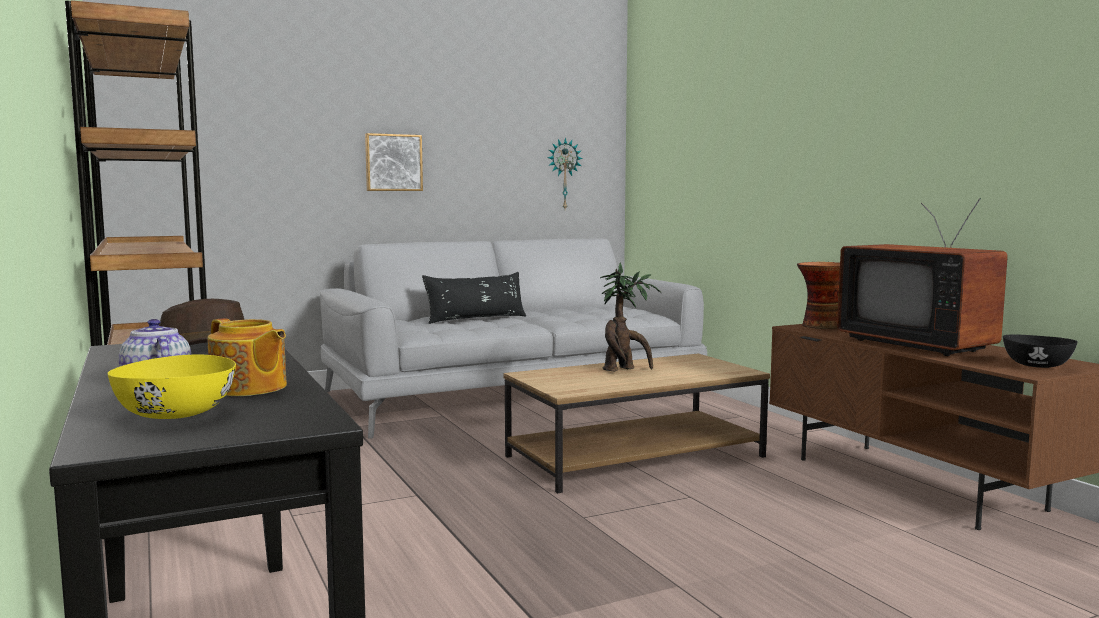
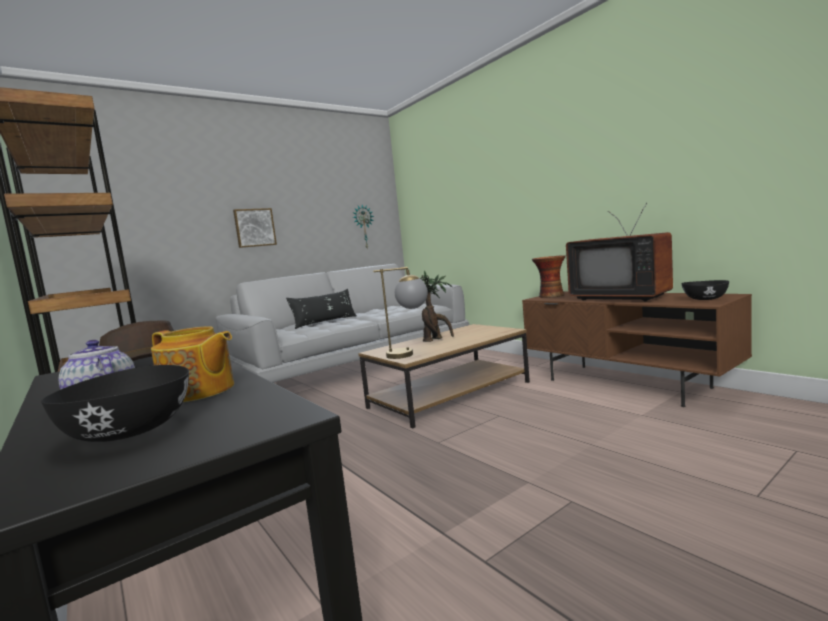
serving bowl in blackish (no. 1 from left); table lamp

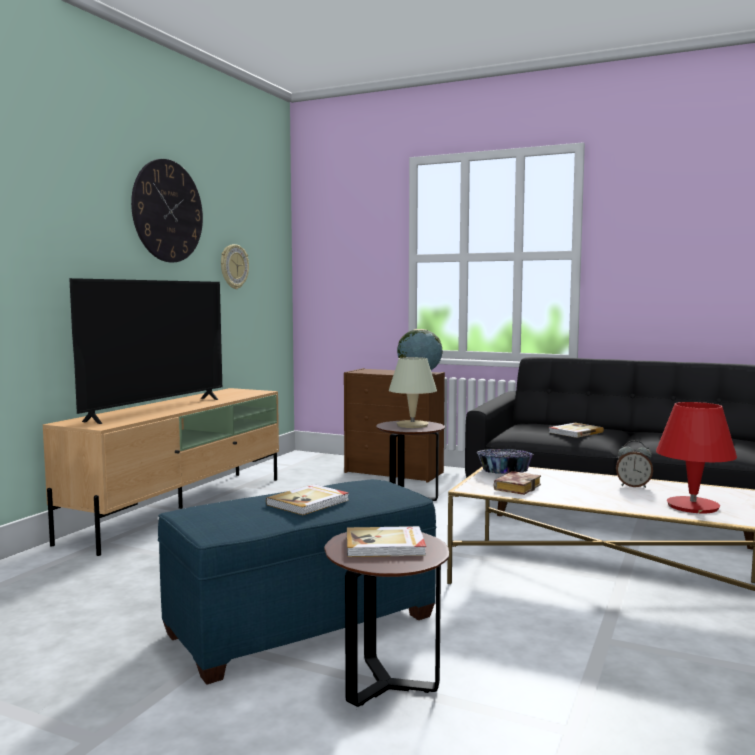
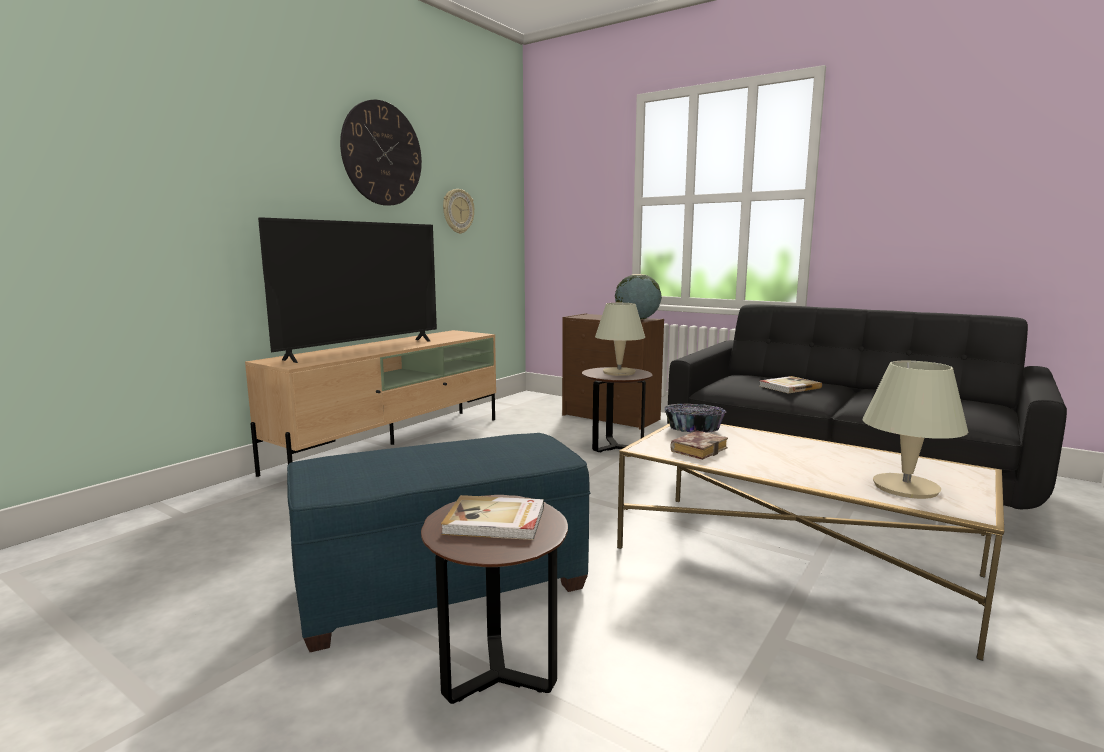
table lamp in beige-coloured (no. 2 from left); alarm clock; volume (no. 1 from left in the first image)

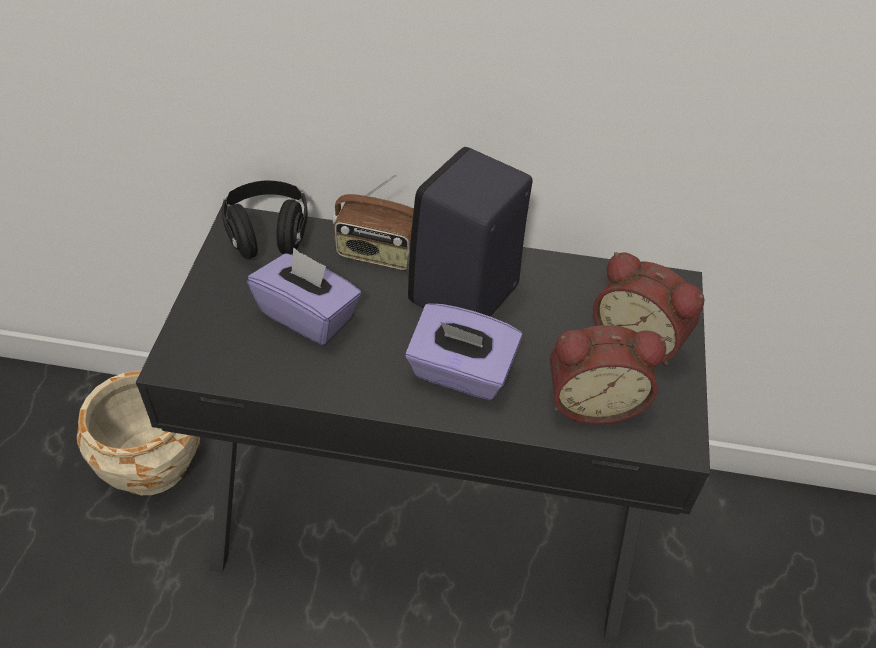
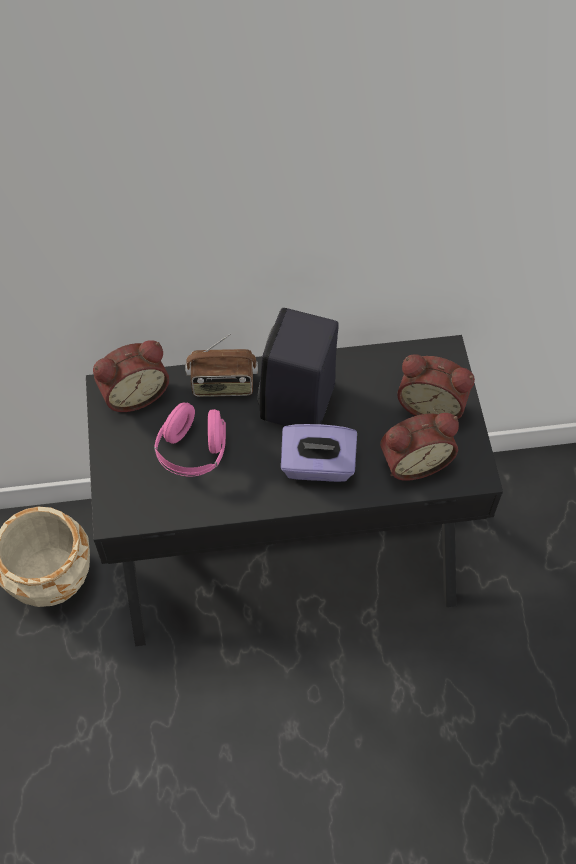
alarm clock (no. 1 from left); headphones in pink

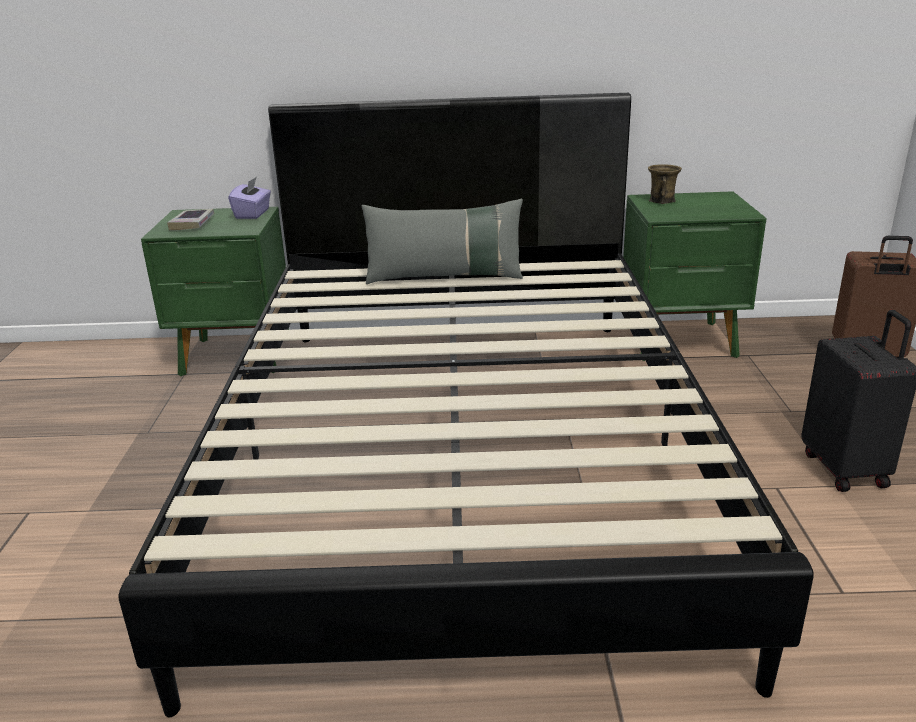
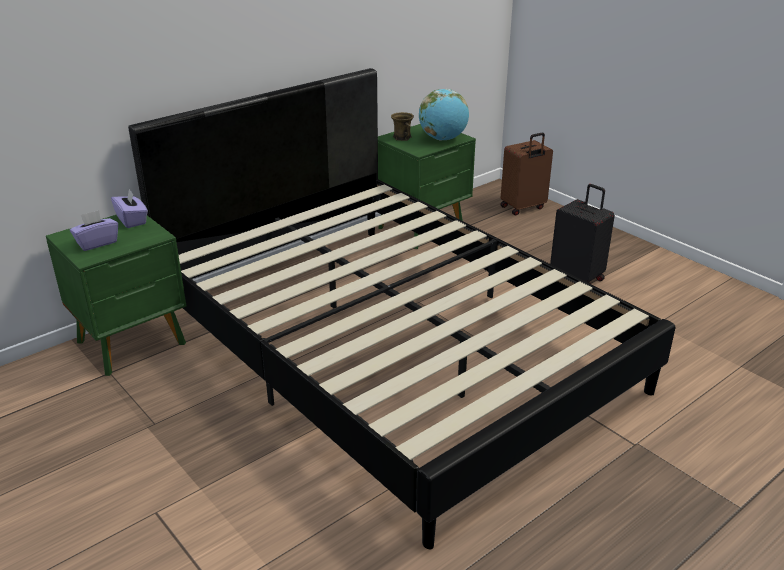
pillow in grey; box of tissues in purplish (no. 1 from left); world globe

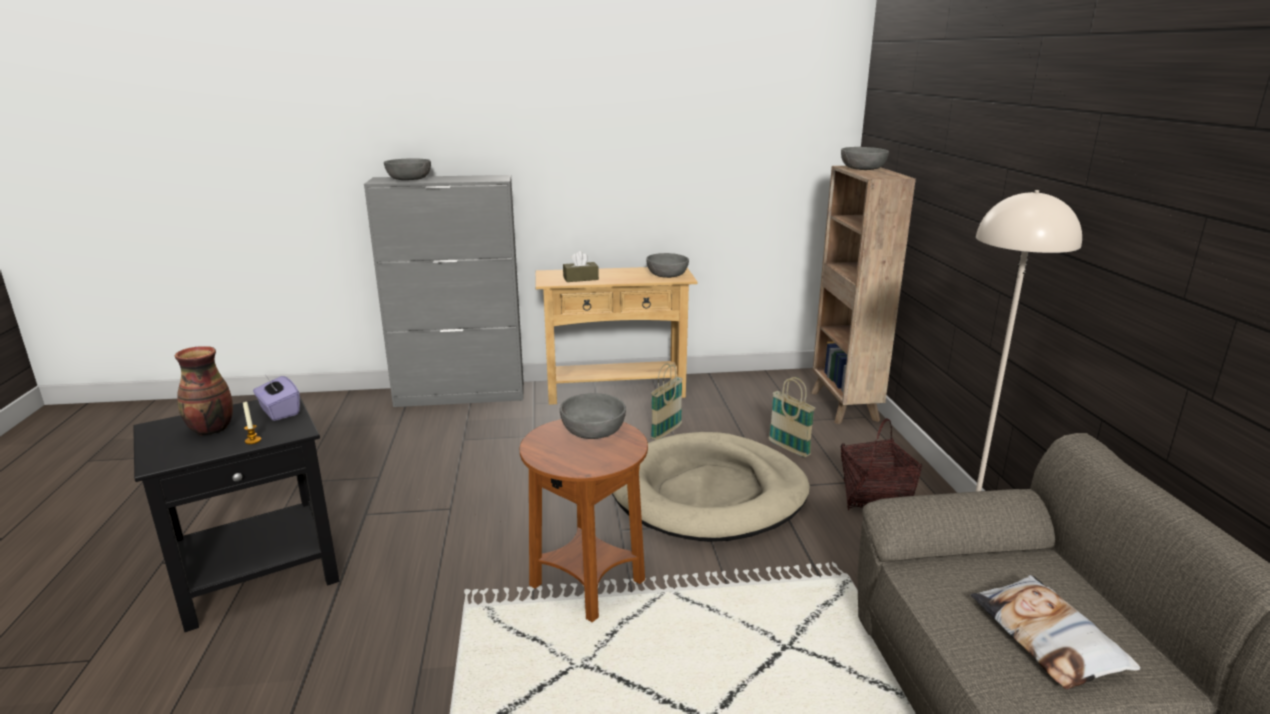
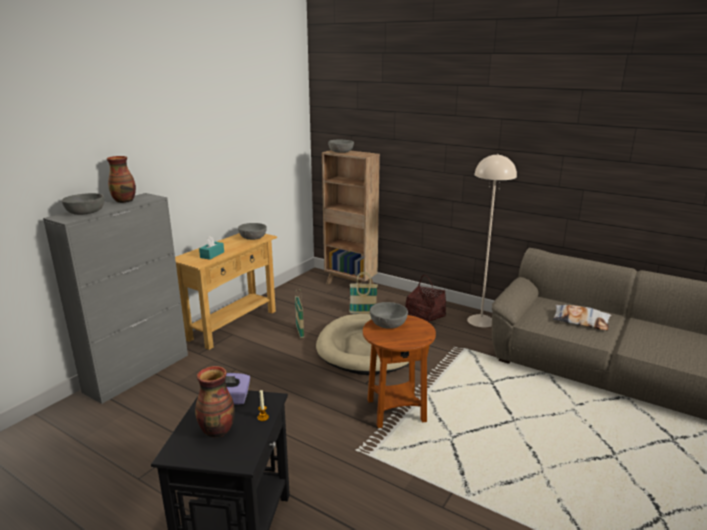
box of tissues in turquoise; decorative vase (no. 1 from left)

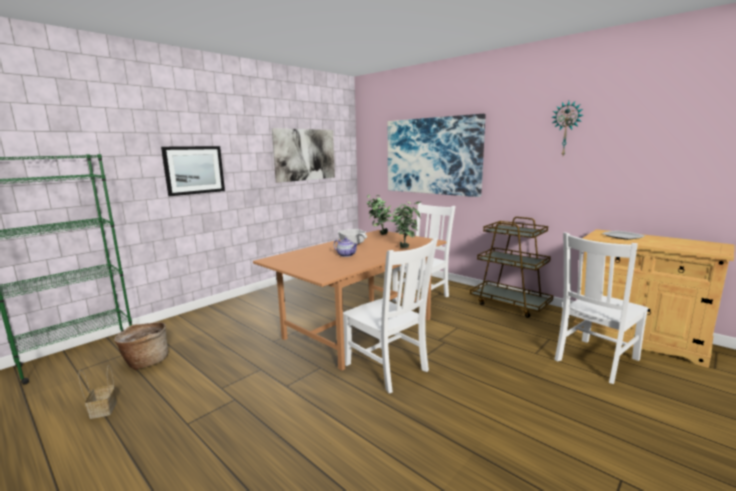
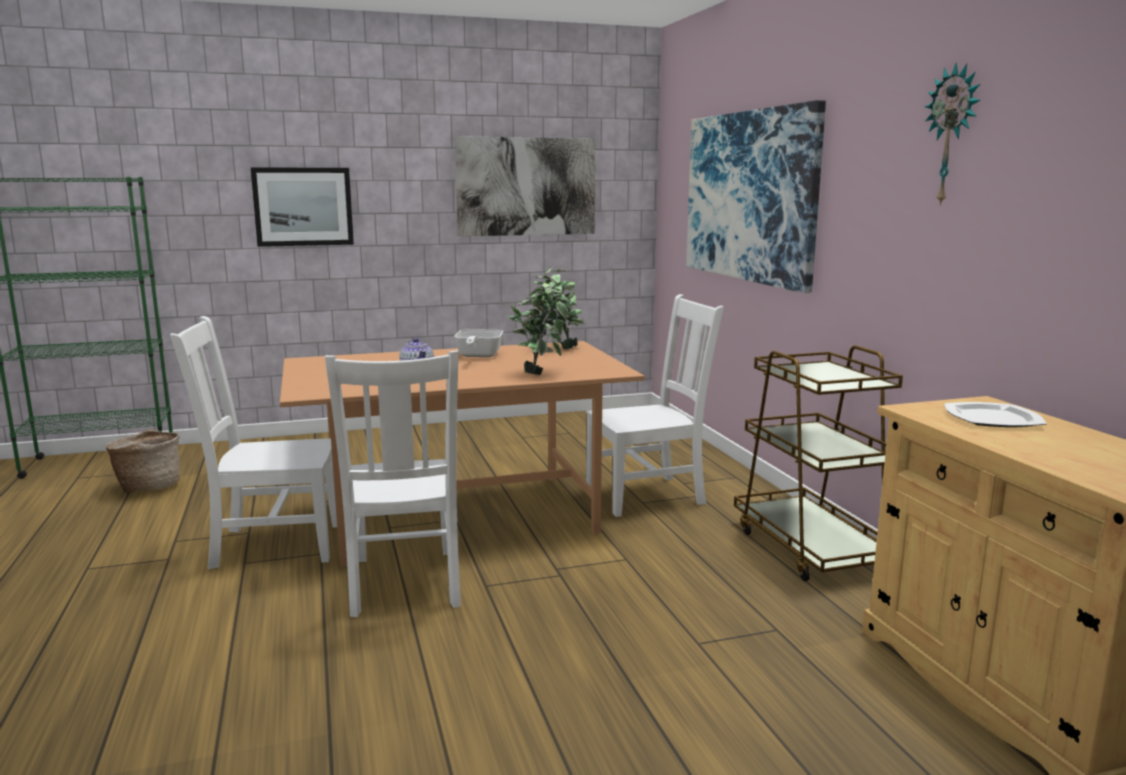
plain chair in whitish (no. 1 from left); household basket (no. 1 from left in the first image)

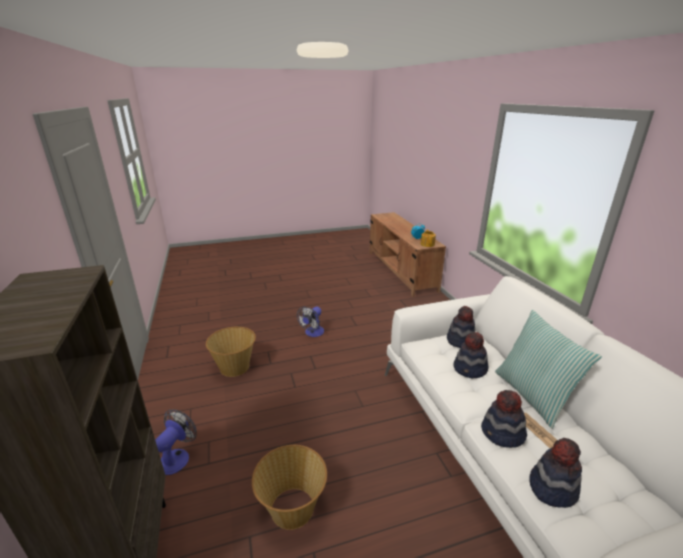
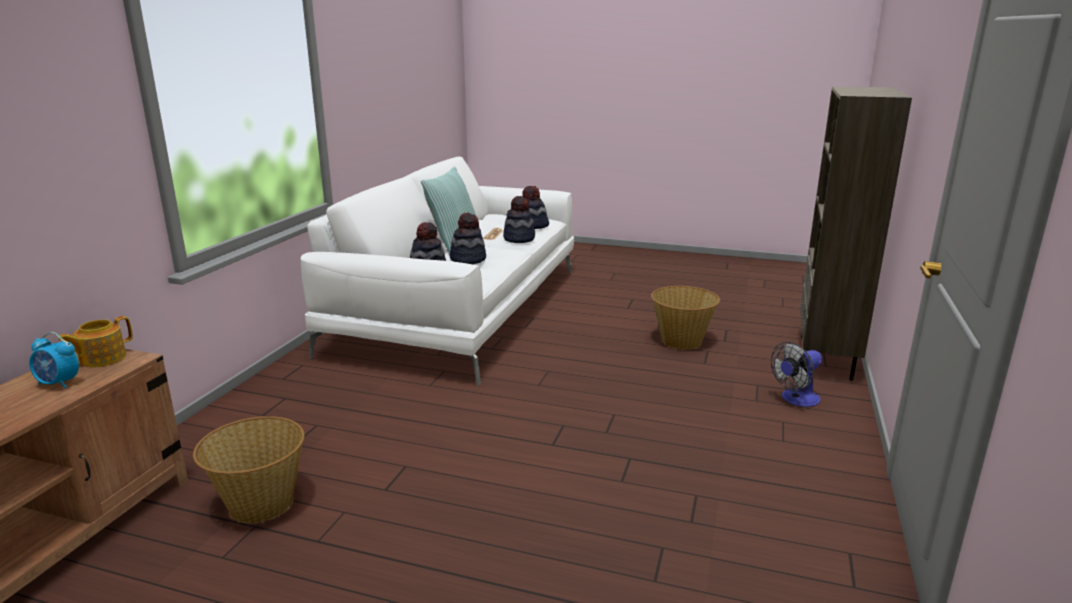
electric fan (no. 2 from left in the first image); household basket (no. 1 from left)

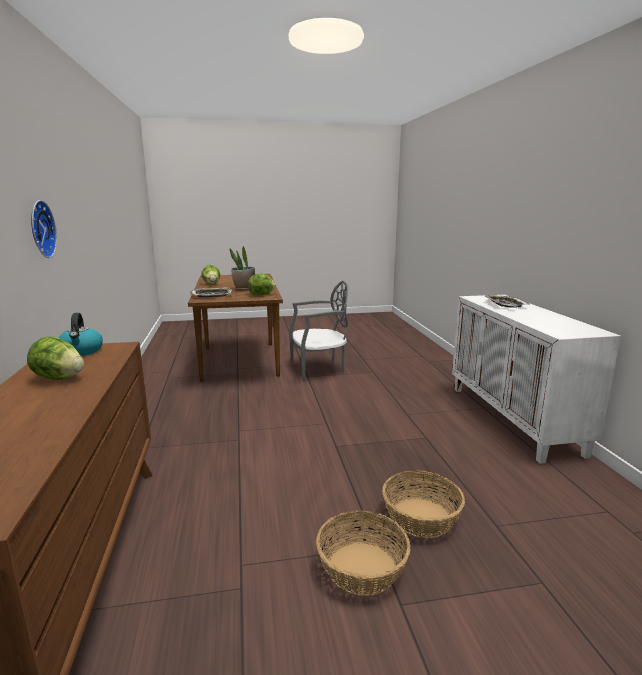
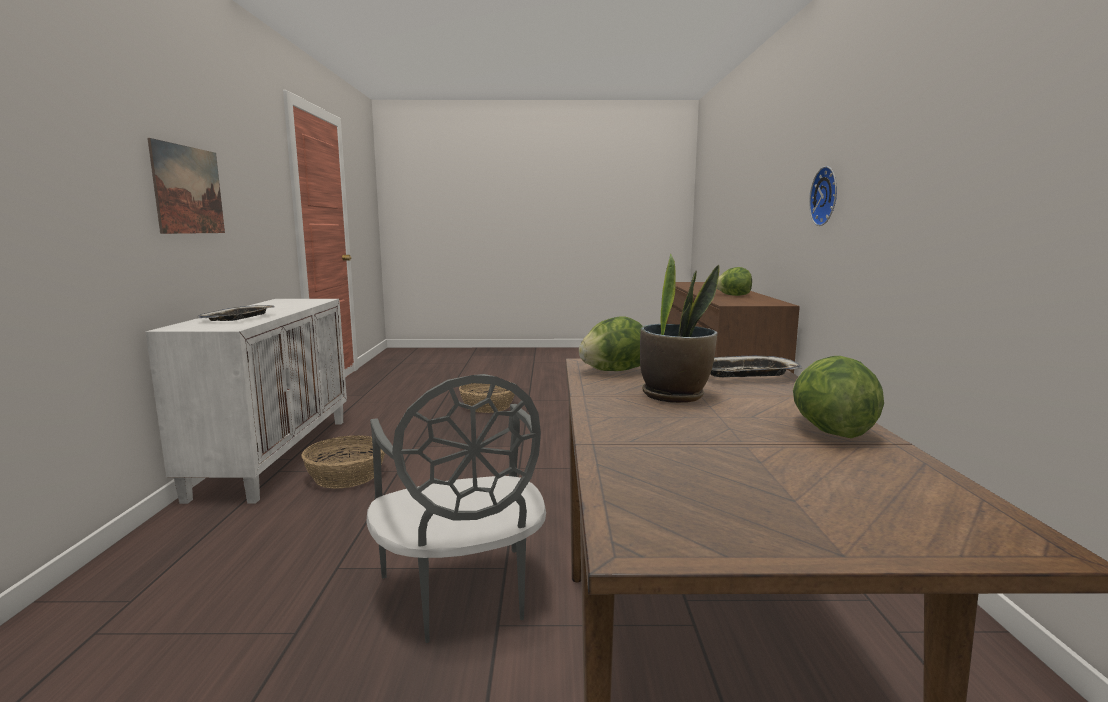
plain chair in grey; kettle; household basket (no. 1 from left); wall art

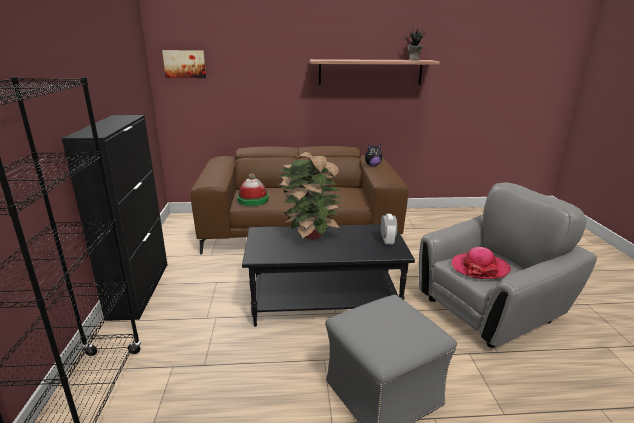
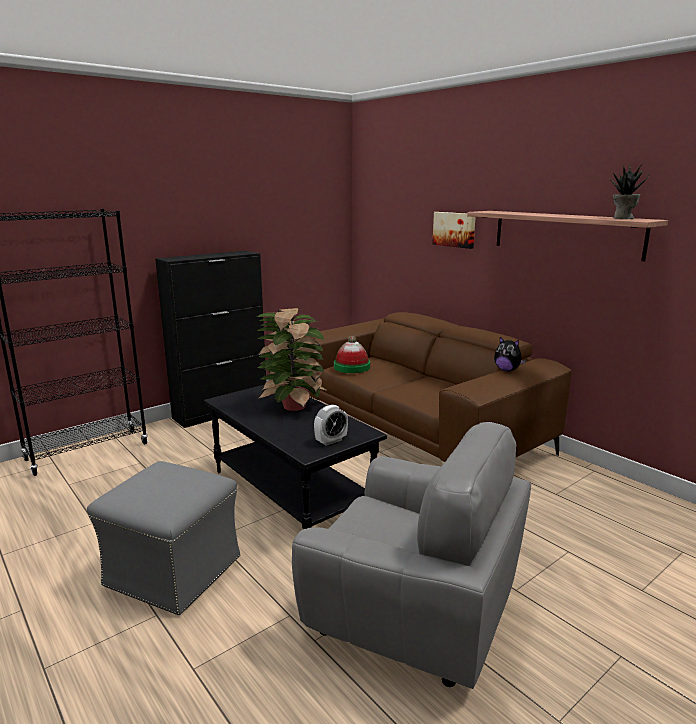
wall art; hat (no. 2 from left in the first image)

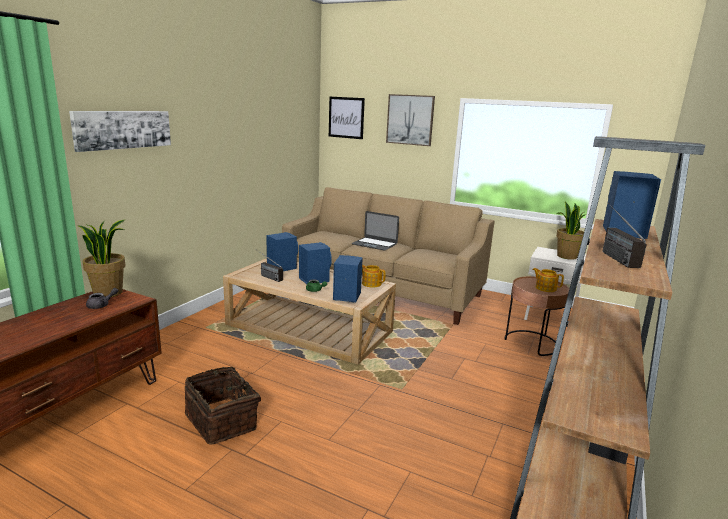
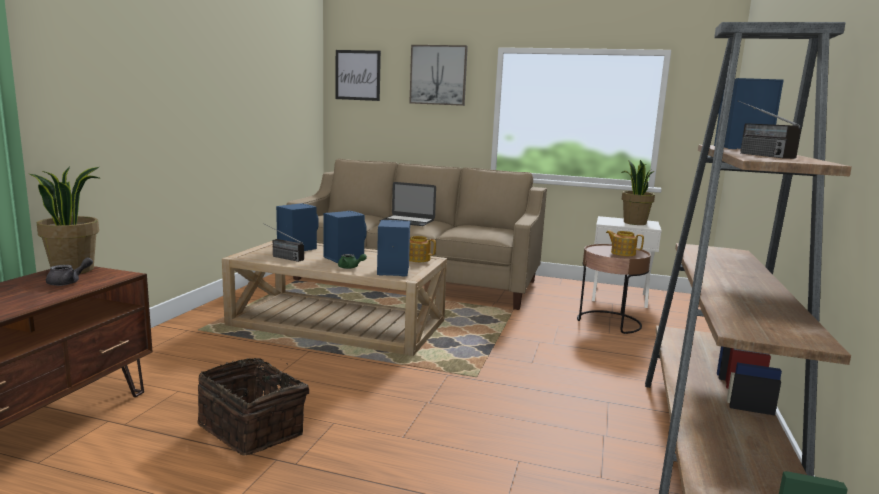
wall art (no. 1 from left in the first image)

